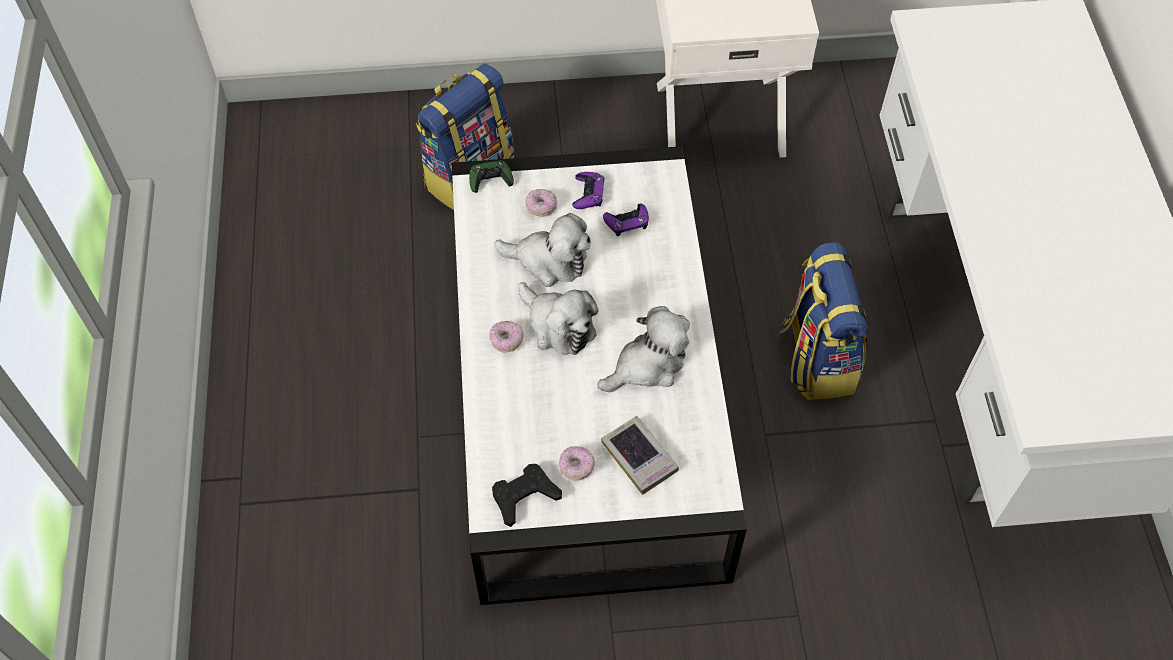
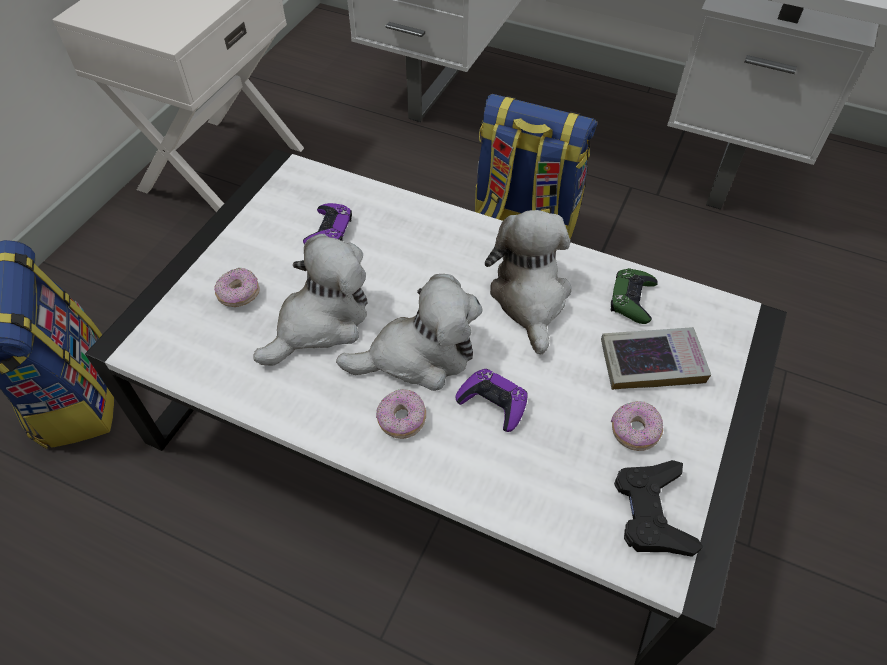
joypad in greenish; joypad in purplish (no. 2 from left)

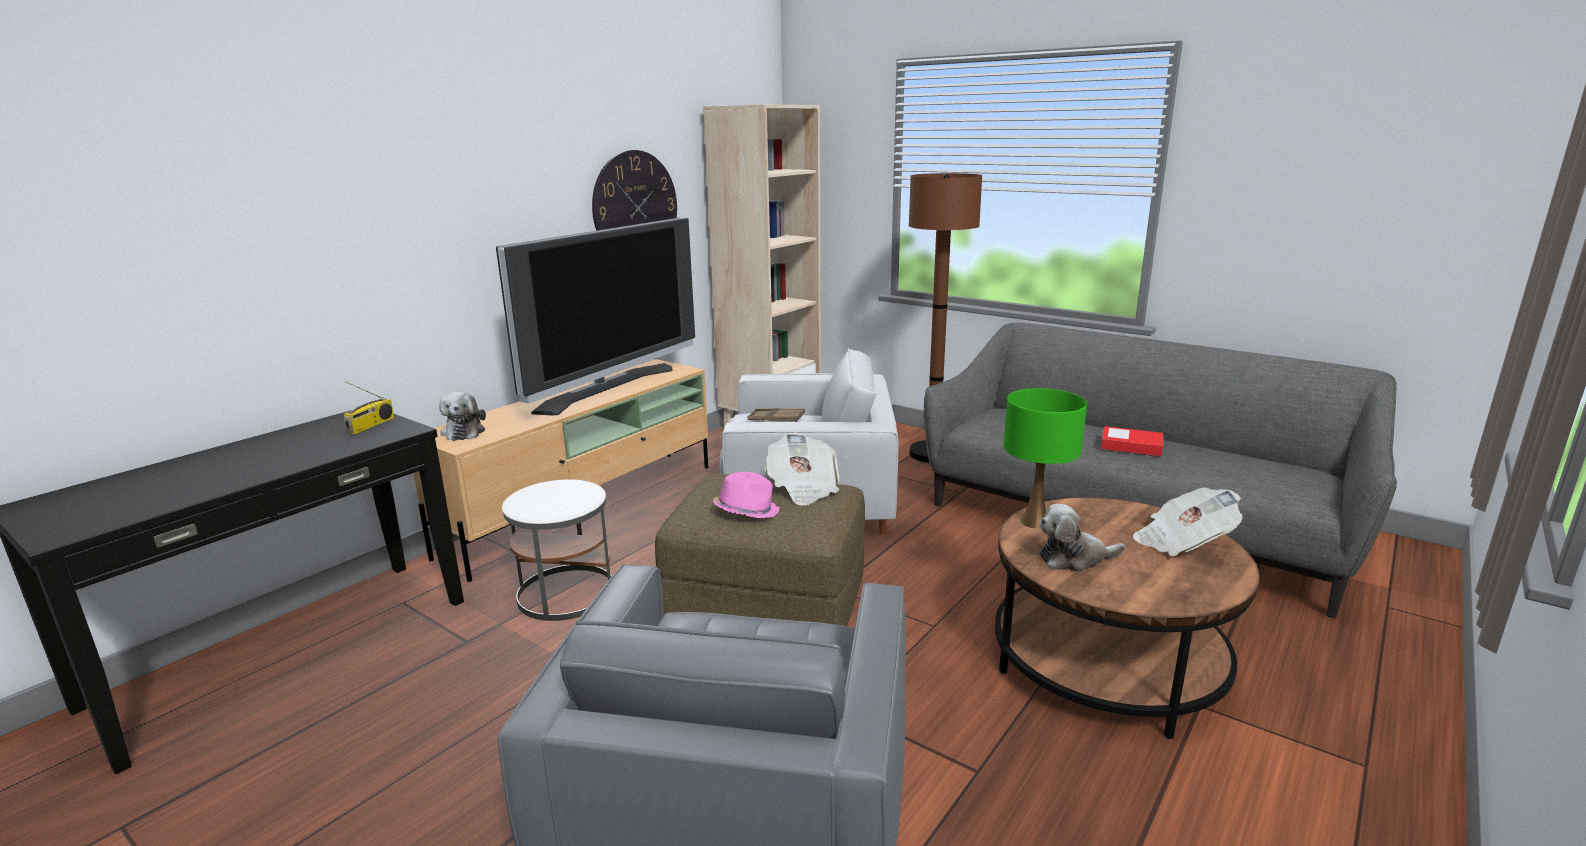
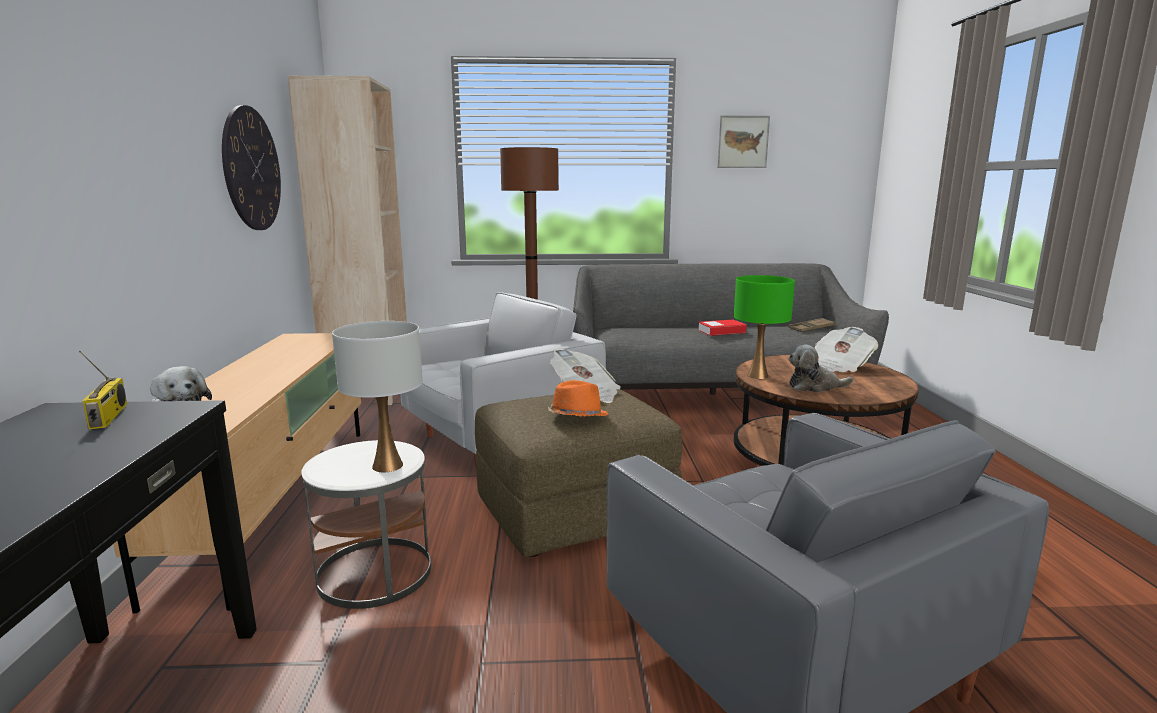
TV set; serving tray in brown-coloured; hat in orangey; cuddly toy (no. 2 from left); wall art; table lamp in whitish

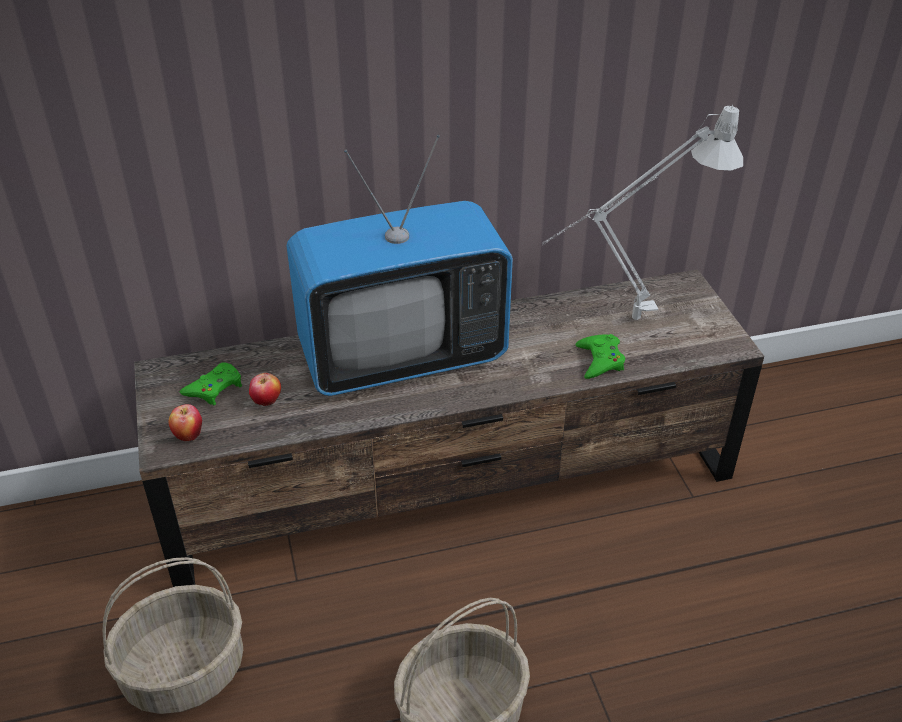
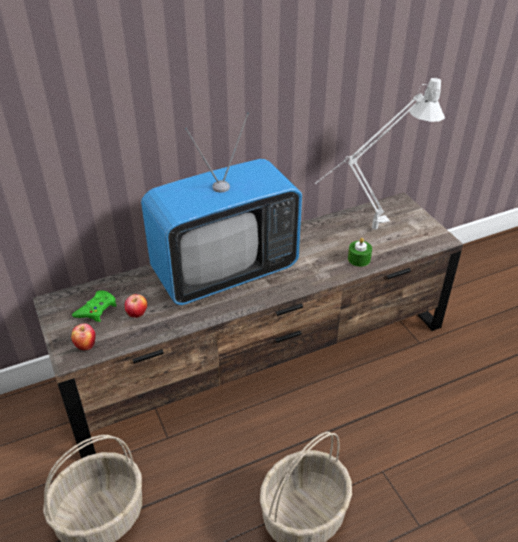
wax candle in greenish

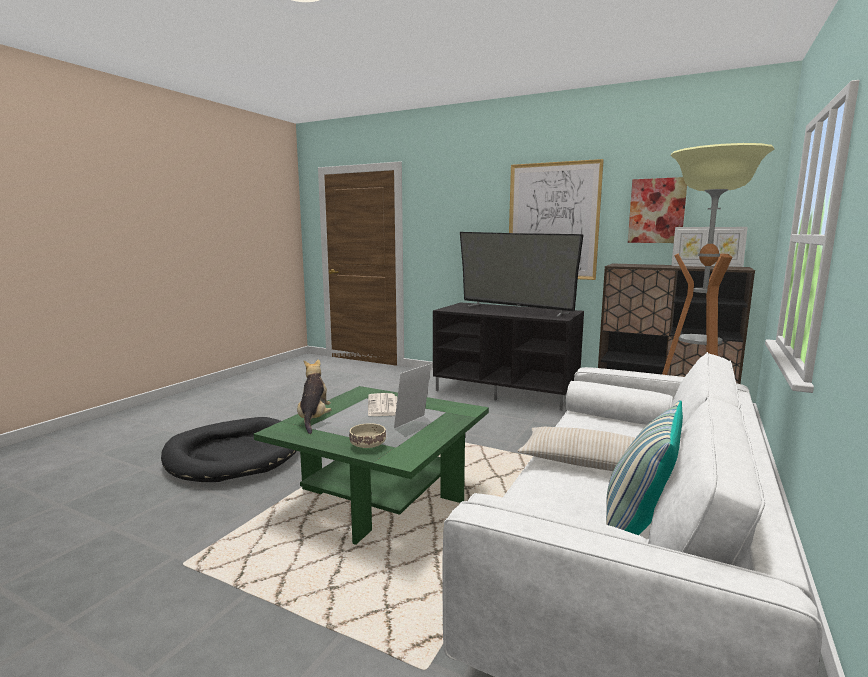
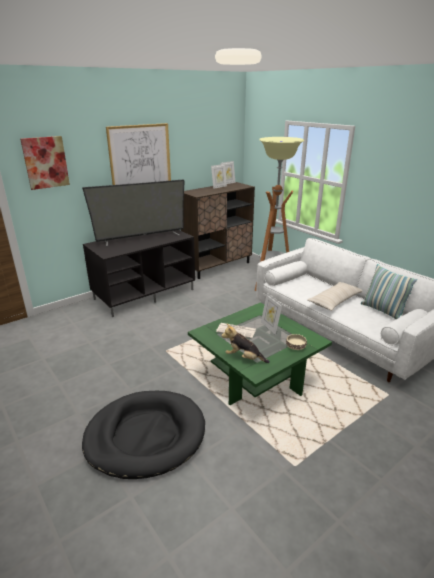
wall art (no. 1 from left)

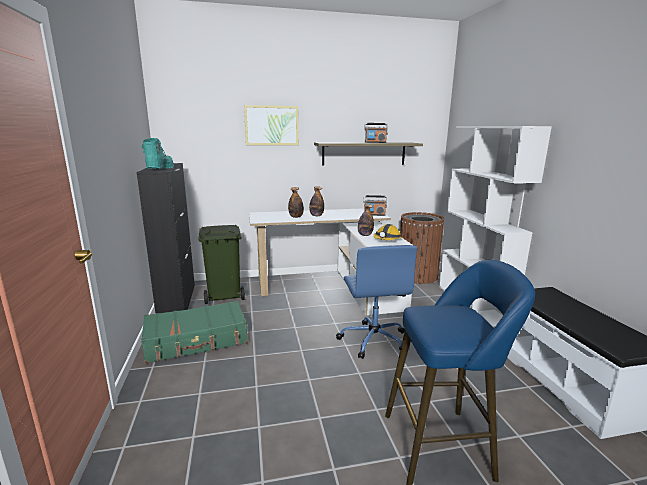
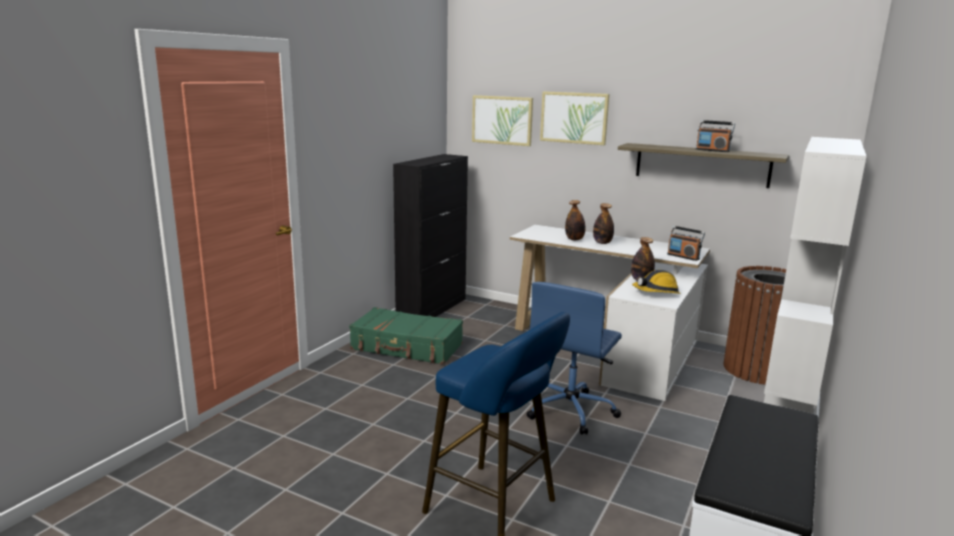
boot in turquoise; rubbish bin in greenish; wall art (no. 1 from left)

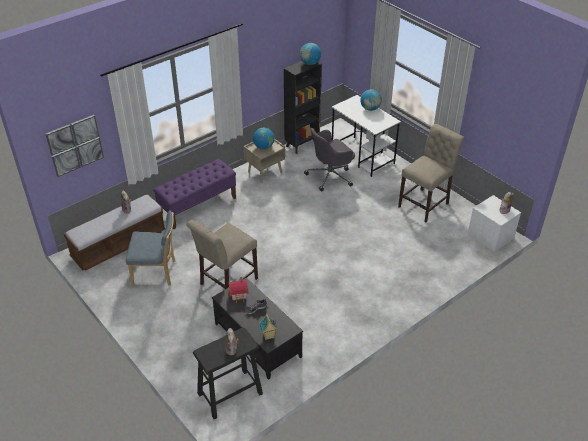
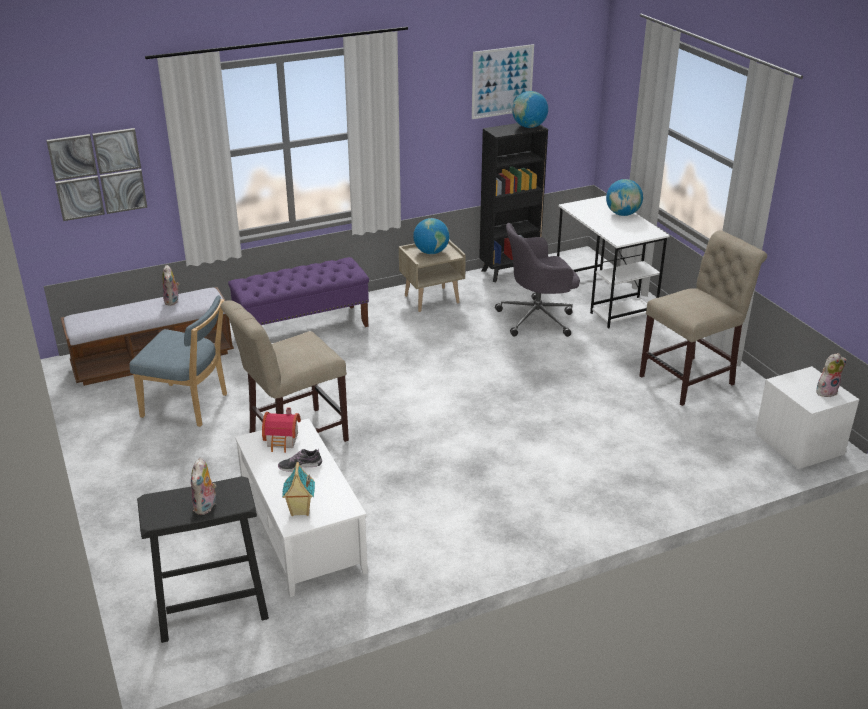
lounge table in whitish; wall art (no. 2 from left)

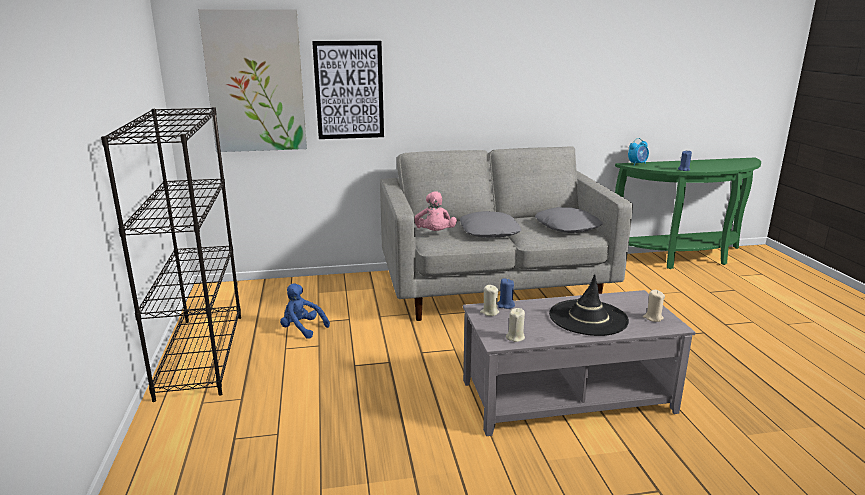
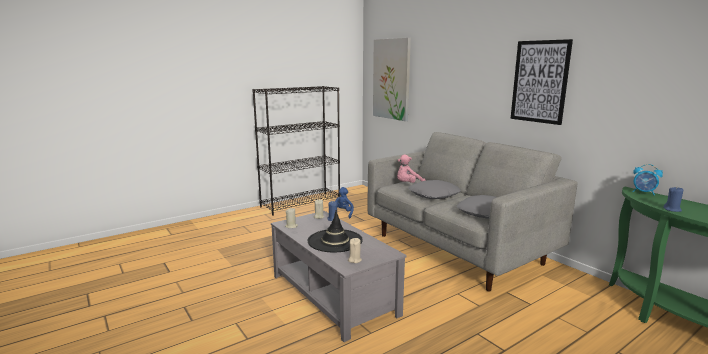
wall art (no. 2 from left)

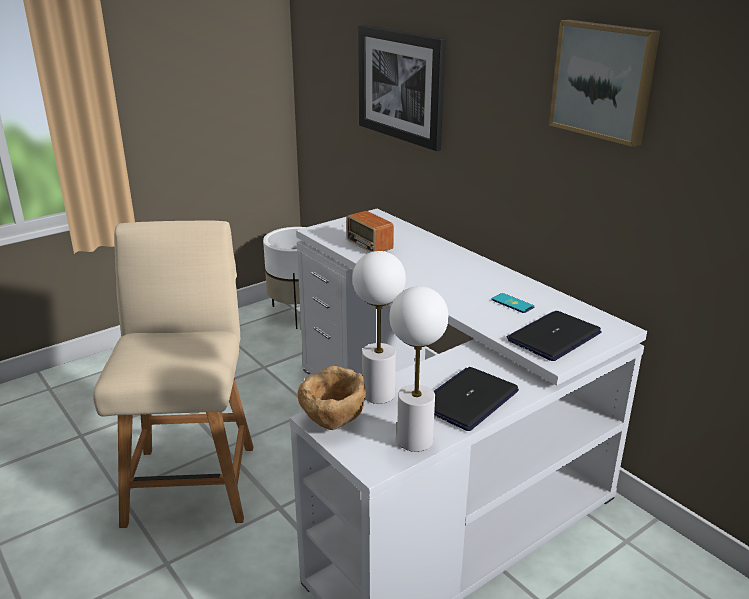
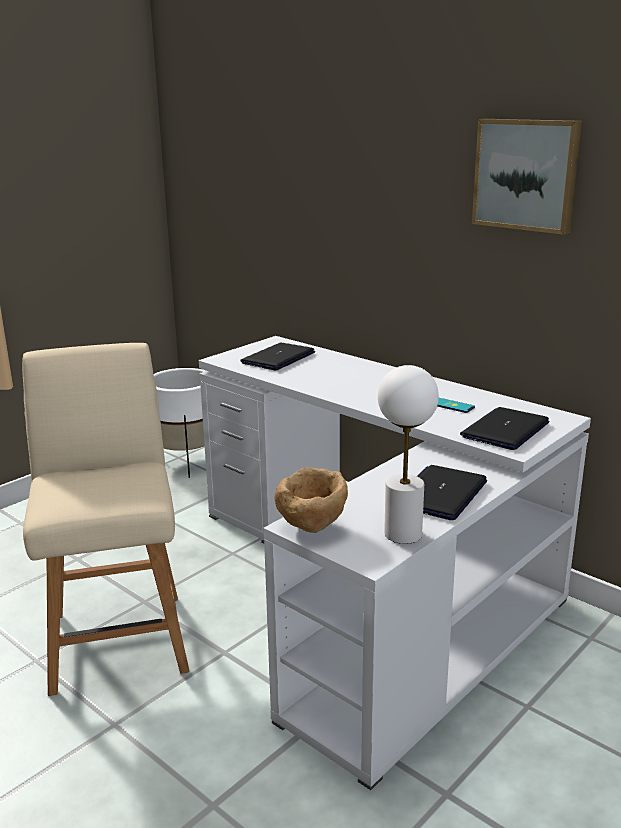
wall art (no. 1 from left in the first image); portable computer (no. 1 from left); table lamp in whitish (no. 1 from left in the first image)

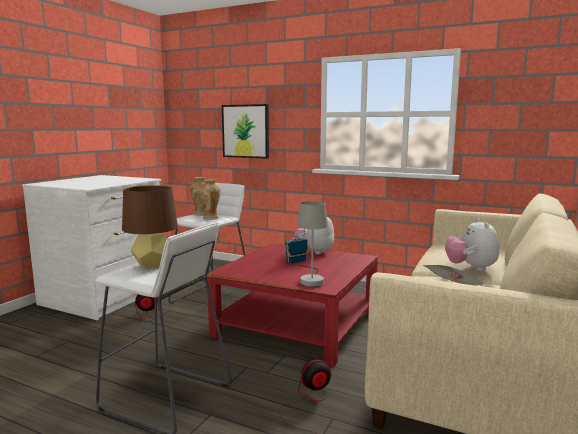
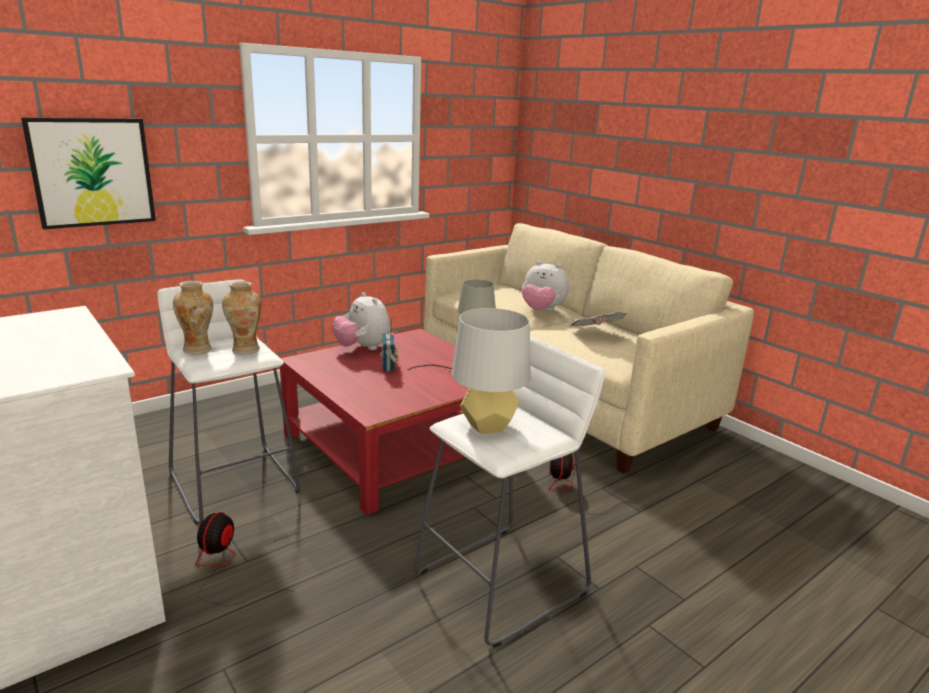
table lamp in grey (no. 2 from left)

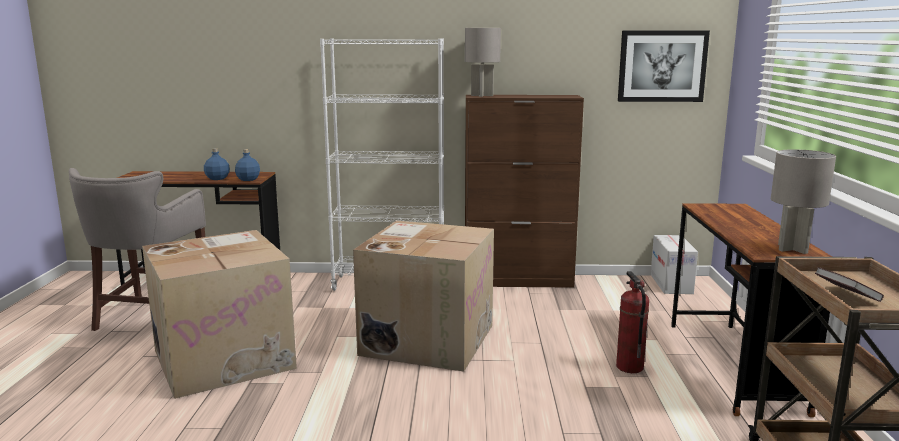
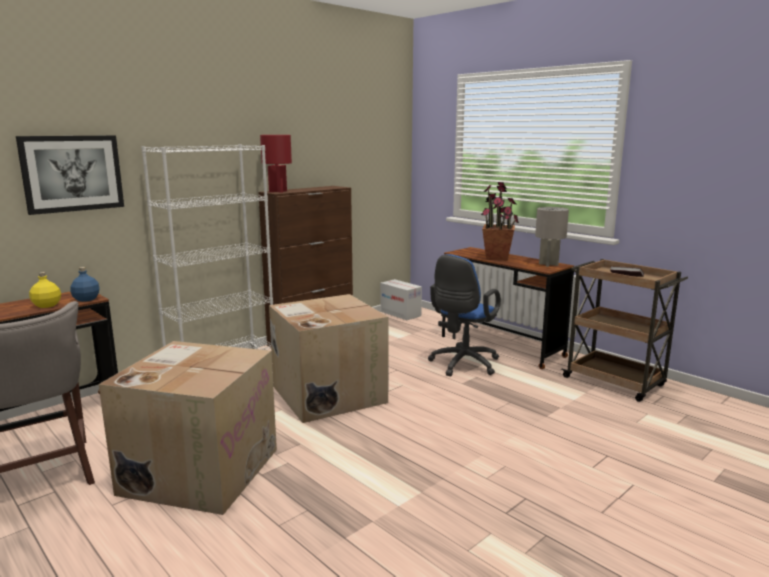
table lamp in reddish; wall art; drink bottle in yellow-coloured; computer chair in blue-coloured; plant in a pot

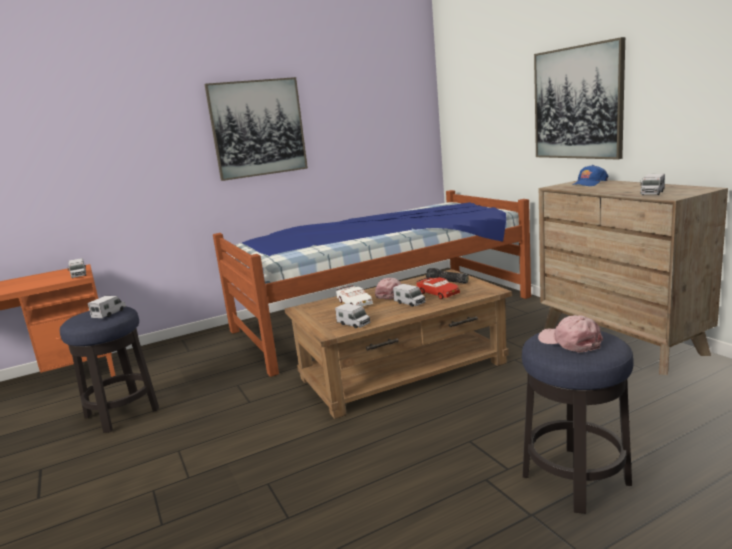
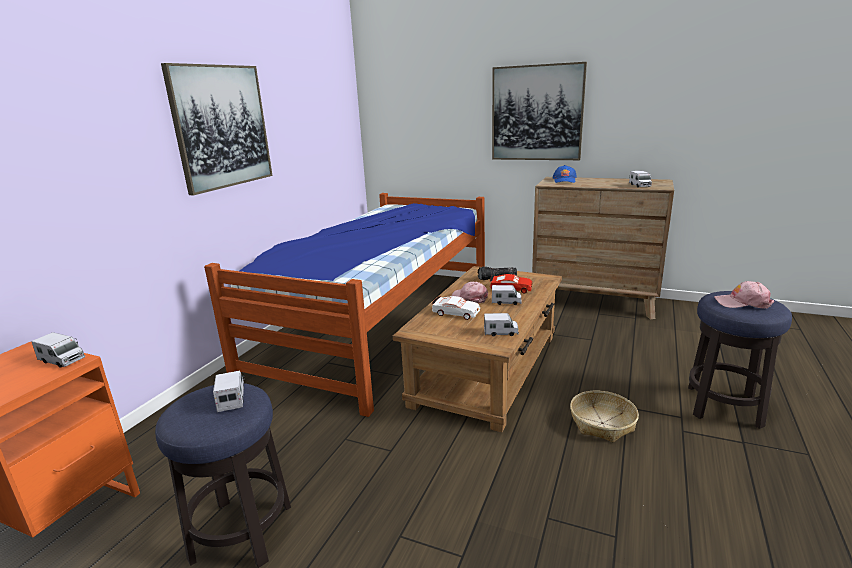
household basket

